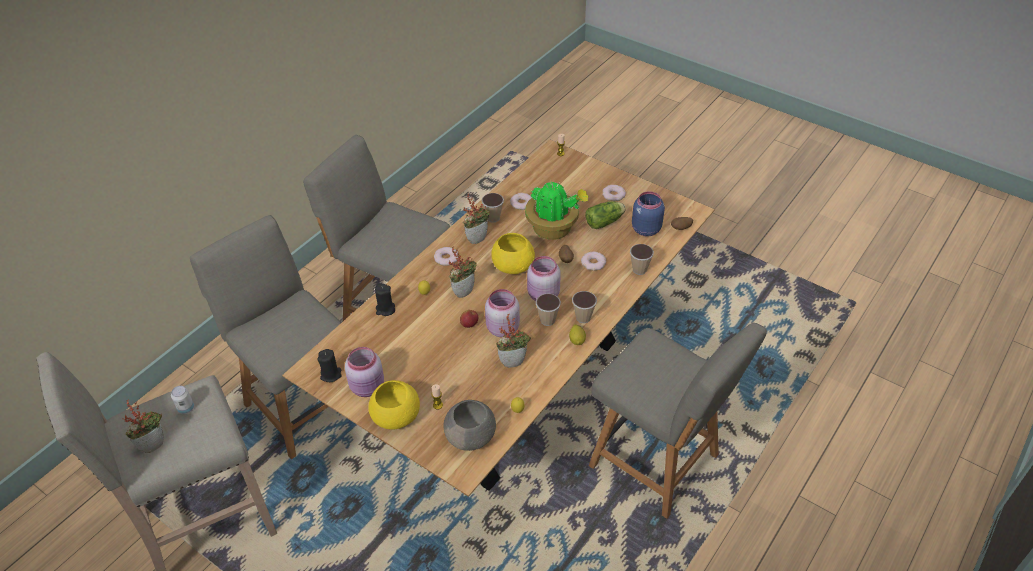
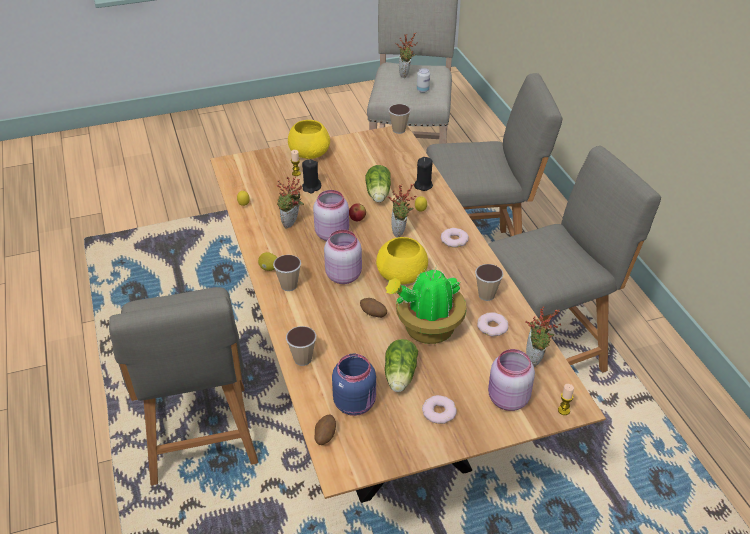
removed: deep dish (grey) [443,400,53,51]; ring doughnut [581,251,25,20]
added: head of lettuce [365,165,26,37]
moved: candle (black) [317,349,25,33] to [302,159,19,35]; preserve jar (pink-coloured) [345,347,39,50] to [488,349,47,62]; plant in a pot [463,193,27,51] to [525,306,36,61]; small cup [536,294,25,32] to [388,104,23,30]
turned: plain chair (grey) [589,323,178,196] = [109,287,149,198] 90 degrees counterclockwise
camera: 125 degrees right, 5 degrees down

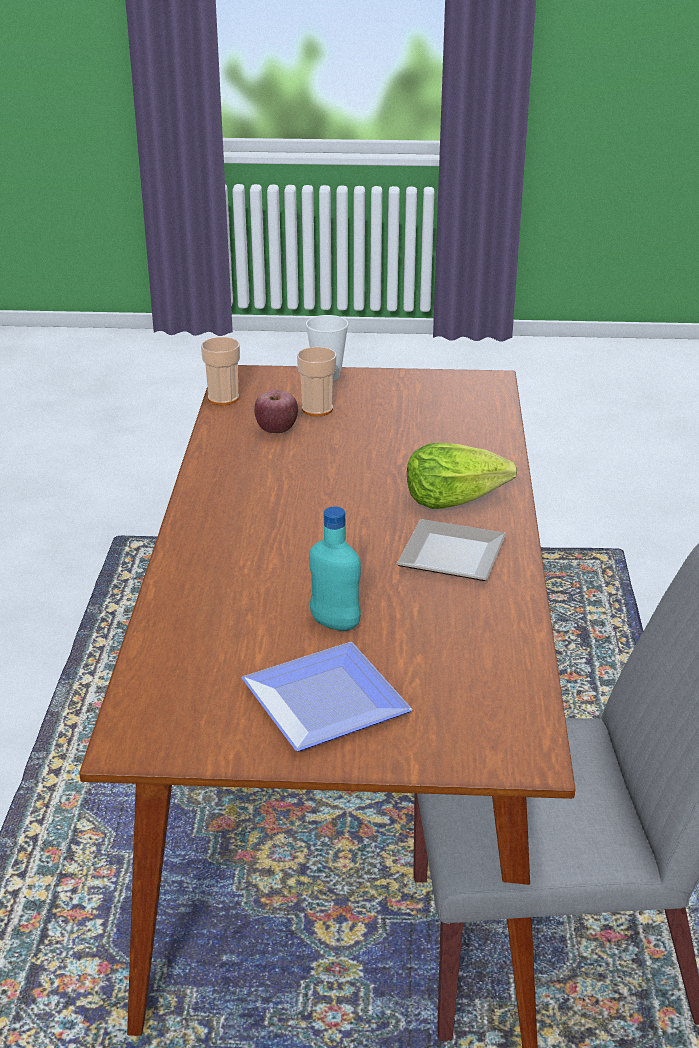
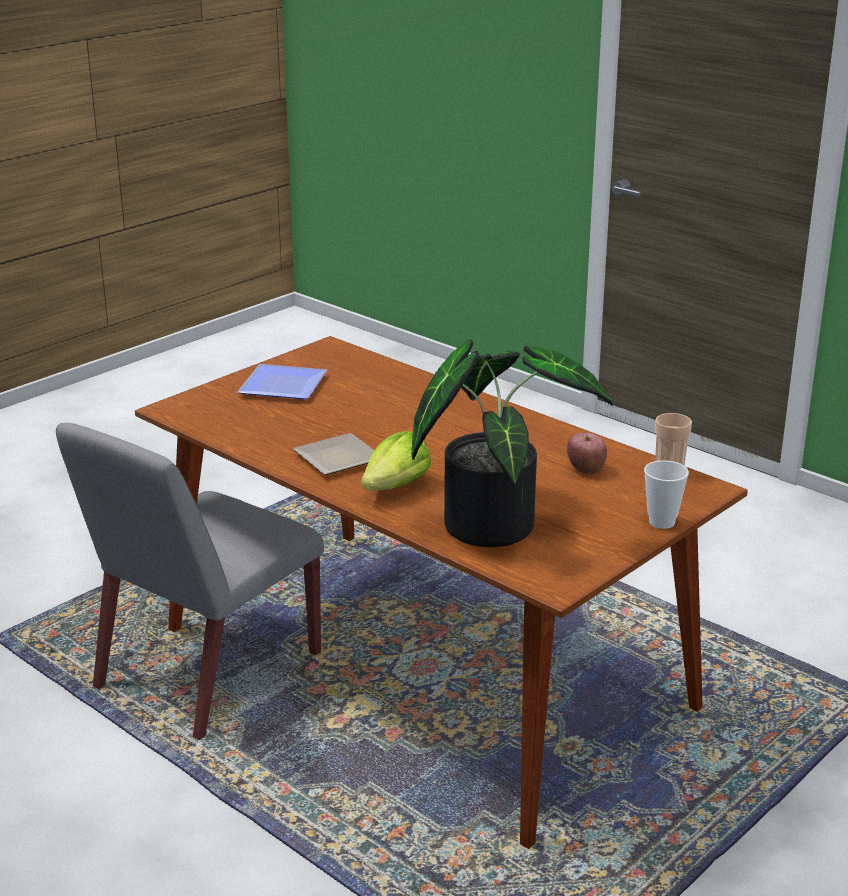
removed: small cup [297,347,40,69]; beverage bottle (blue-green) [309,507,52,124]
added: plant in a pot [412,339,201,208]
camera: 130 degrees right, 5 degrees down

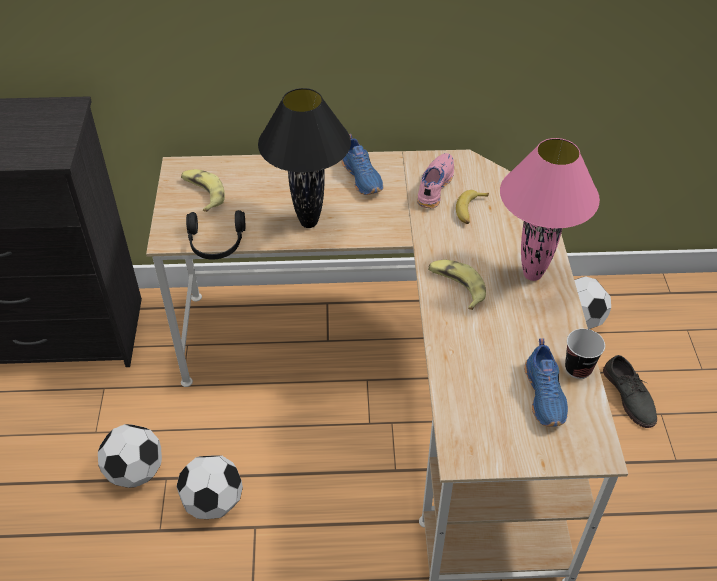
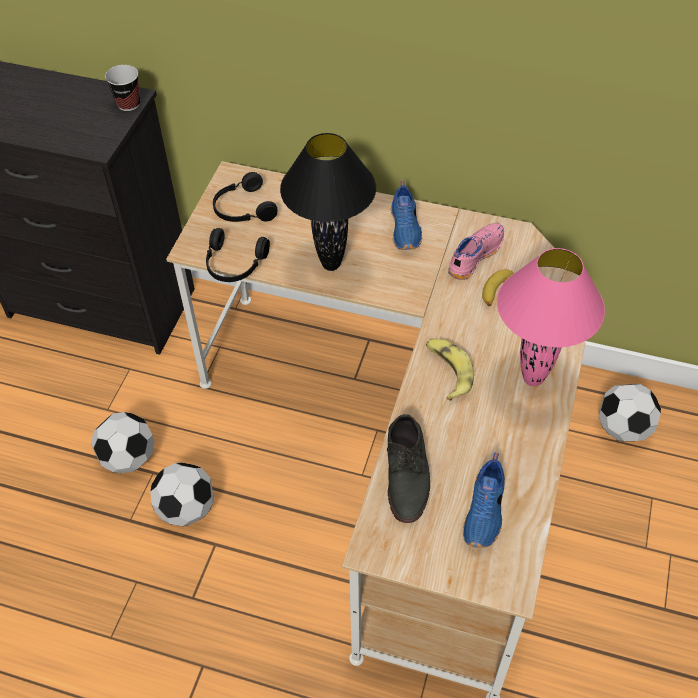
moved: small cup [565,329,40,50] to [105,65,35,46]; low shoe (grey) [603,355,54,73] to [387,414,43,109]
replaced: banana fruit [181,169,44,43] to pair of headphones (black) [213,172,65,50]
camera: 20 degrees right, 5 degrees up

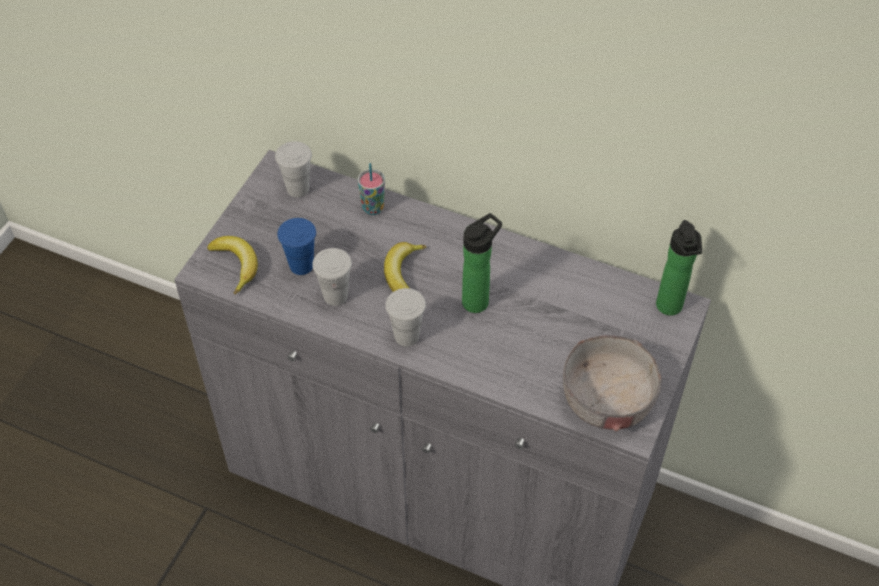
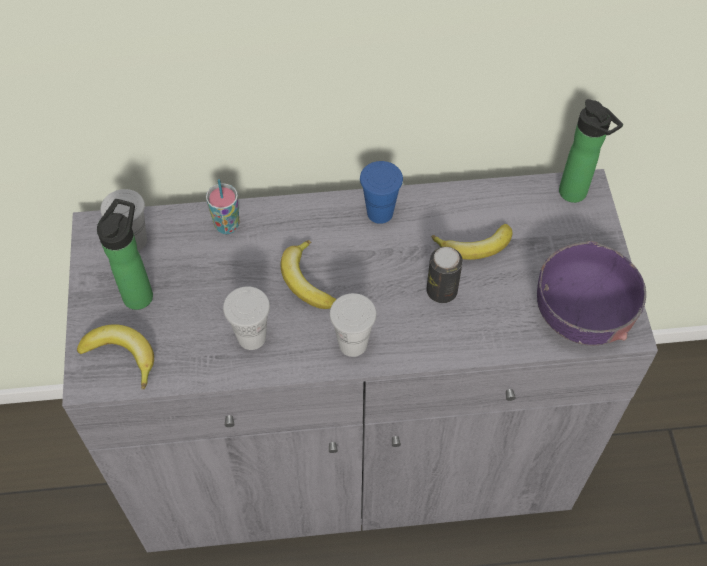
added: sealed can [427,247,36,56]; banana fruit [431,224,82,36]
moved: small cup (blue) [277,218,39,57] to [360,161,43,63]; beverage bottle [462,213,40,100] to [97,199,56,111]
recoloured: deep dish (grey) [563,335,99,96] to deep dish (purple-coloured) [537,241,109,104]
camera: 30 degrees left, 5 degrees up

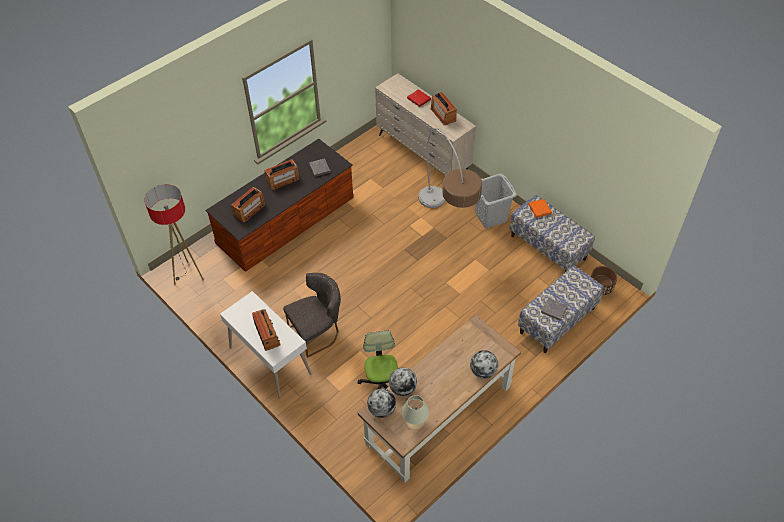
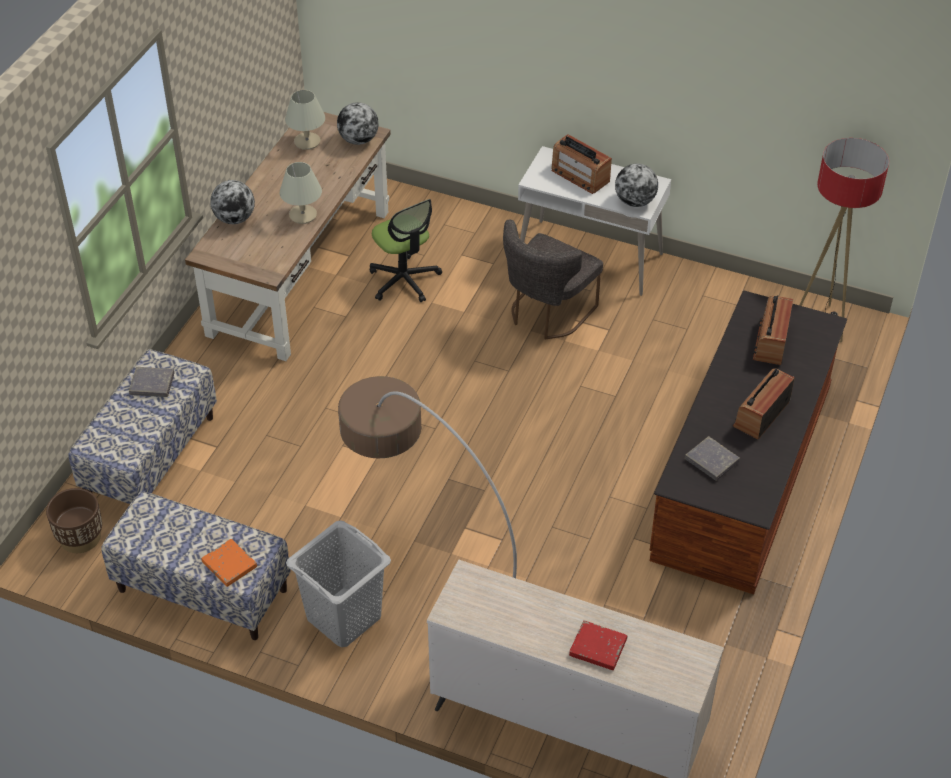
removed: radio receiver [430,92,27,33]
added: lamp for a table (sand-coloured) [279,162,43,62]
moved: desk globe [389,367,28,29] to [615,164,43,43]
camera: 155 degrees right, 5 degrees down

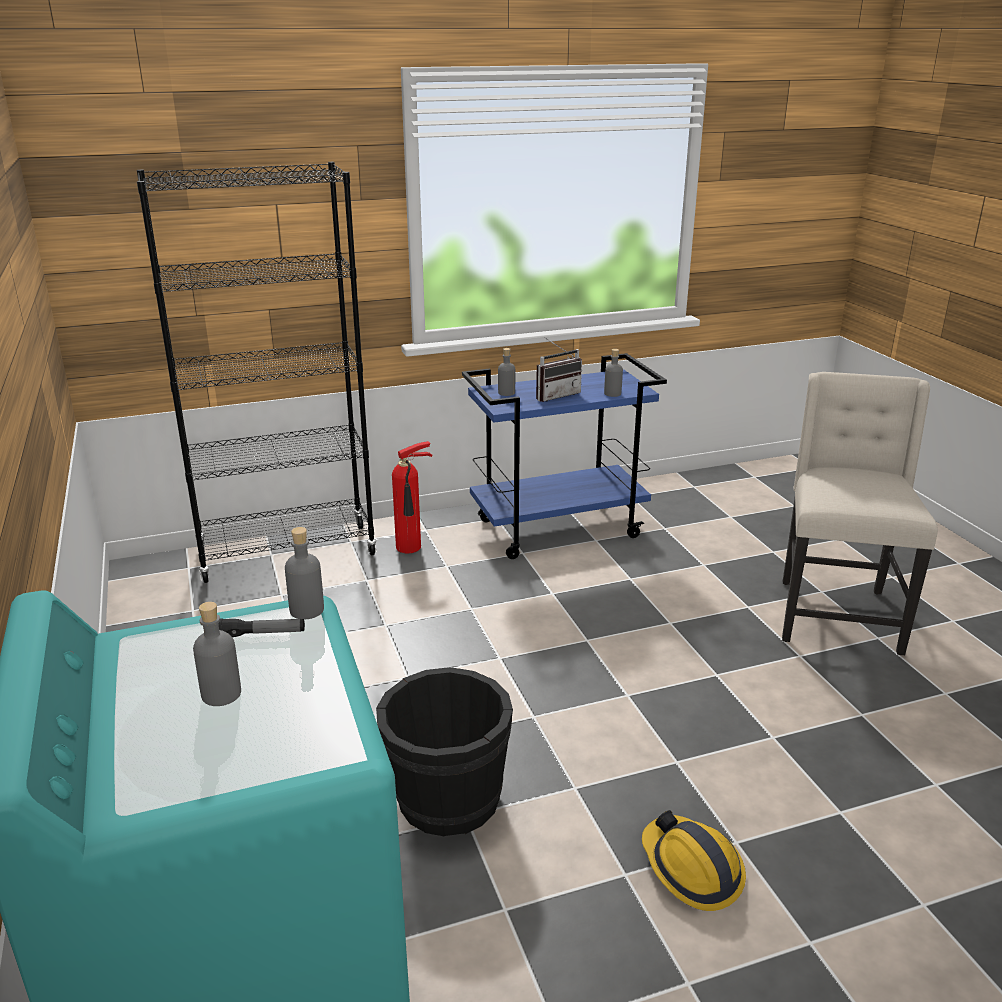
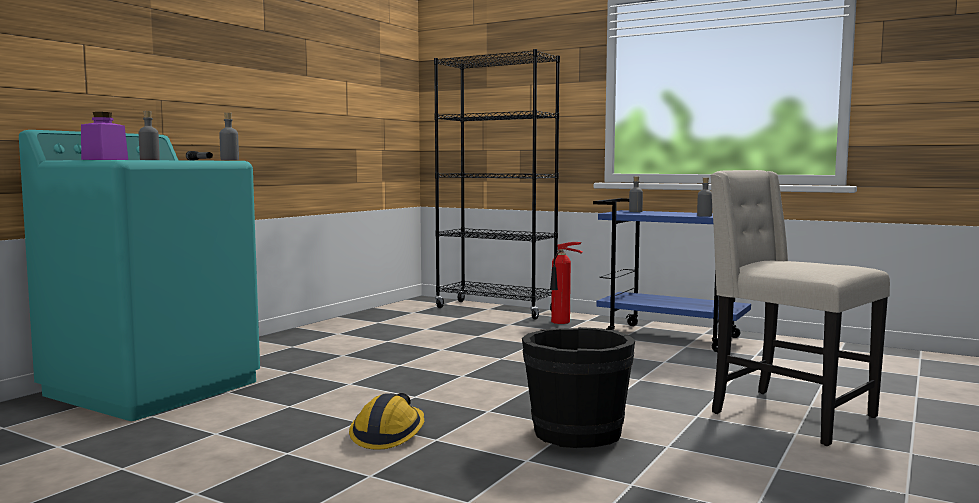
removed: radio receiver [536,337,46,65]
added: preserve jar (purple-coloured) [81,112,47,48]
moved: pail (black) [376,667,137,170] to [522,327,113,121]
turned: plain chair (sand-coloured) [782,372,156,283] = [710,170,180,276] 105 degrees counterclockwise
camera: 50 degrees right, 20 degrees down

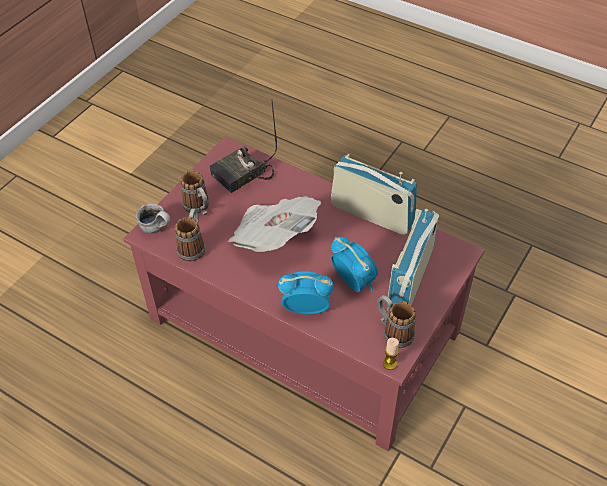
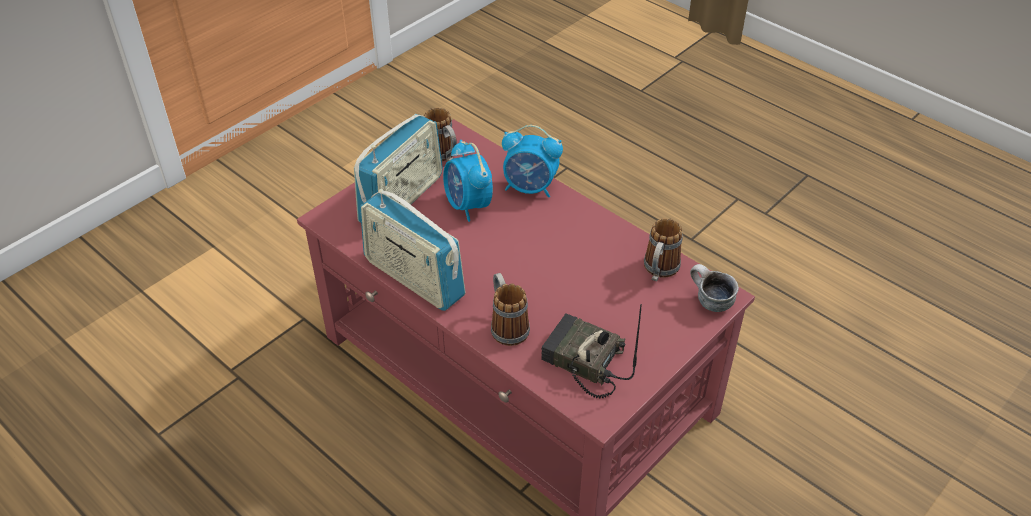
removed: newspaper [228,196,93,56]; candle [383,338,16,32]
moved: mug [181,171,28,45] to [491,273,39,73]
turned: radio receiver [210,101,67,92] = [541,304,101,95] 120 degrees counterclockwise
camera: 170 degrees left, 5 degrees down

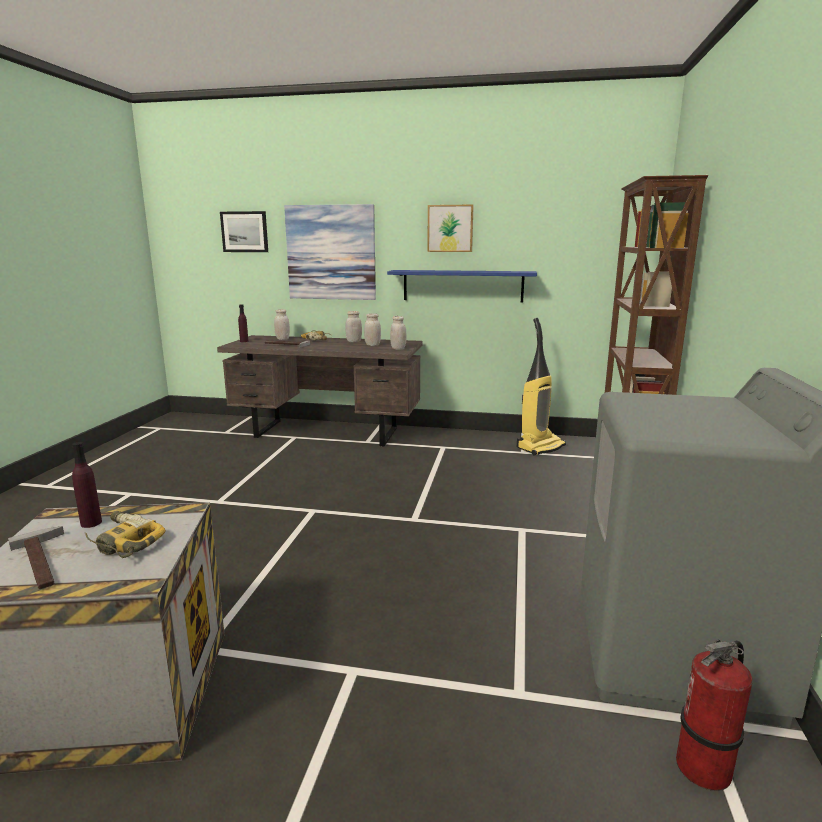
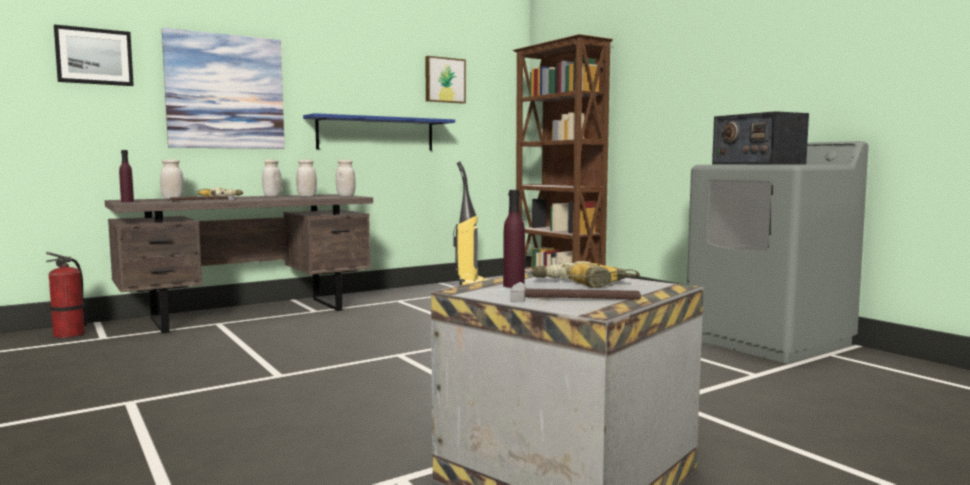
added: radio receiver [712,111,97,53]
moved: wall picture [427,205,47,47] to [425,56,41,48]; fire extinguisher [676,639,77,152] to [46,252,41,86]
camera: 45 degrees left, 10 degrees down

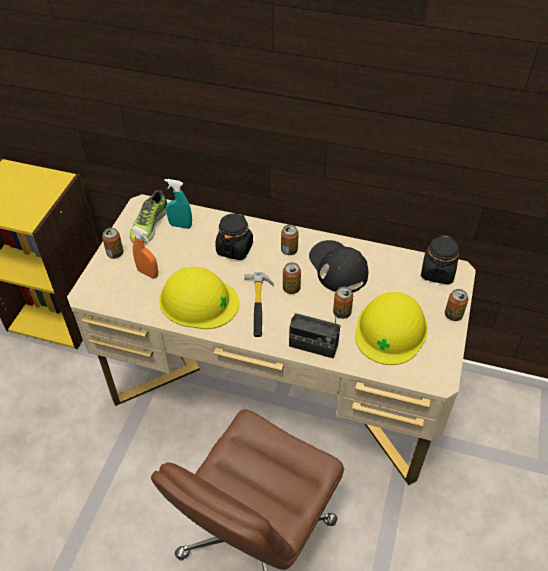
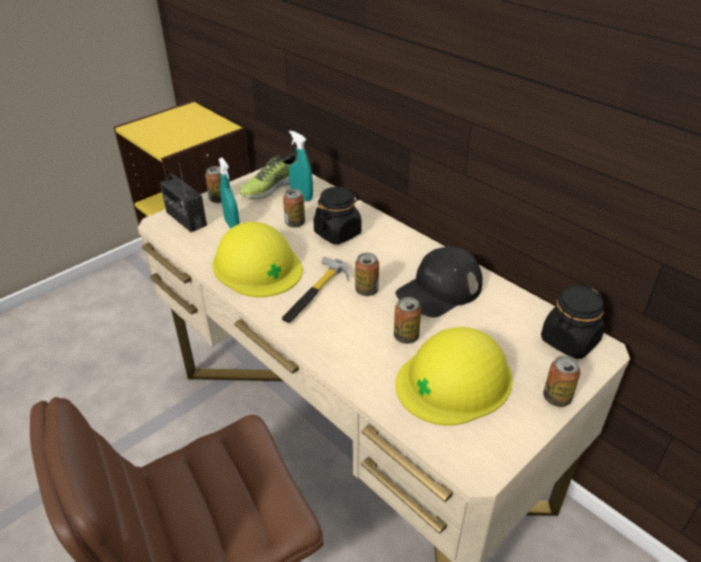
moved: sealed can [281,225,18,30] to [283,189,22,39]; radio receiver [289,311,51,48] to [160,163,47,69]
recoloured: hand sprayer (orange-coloured) [132,226,26,52] to hand sprayer (blue-green) [219,158,21,71]
turned: peaked cap (black) [309,240,59,52] = [395,246,88,72] 135 degrees counterclockwise
camera: 30 degrees right, 10 degrees down

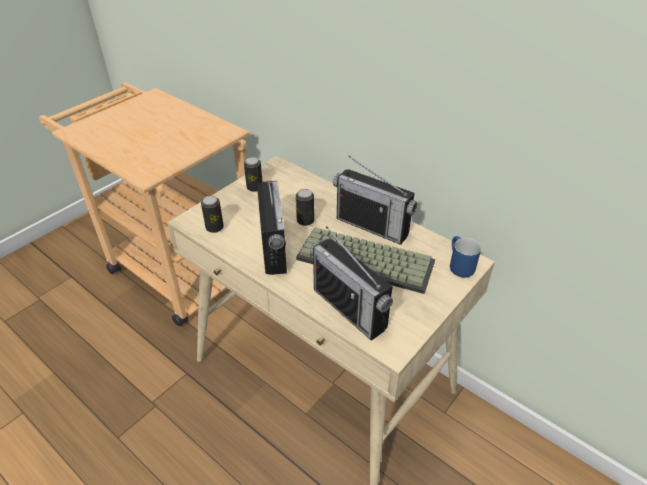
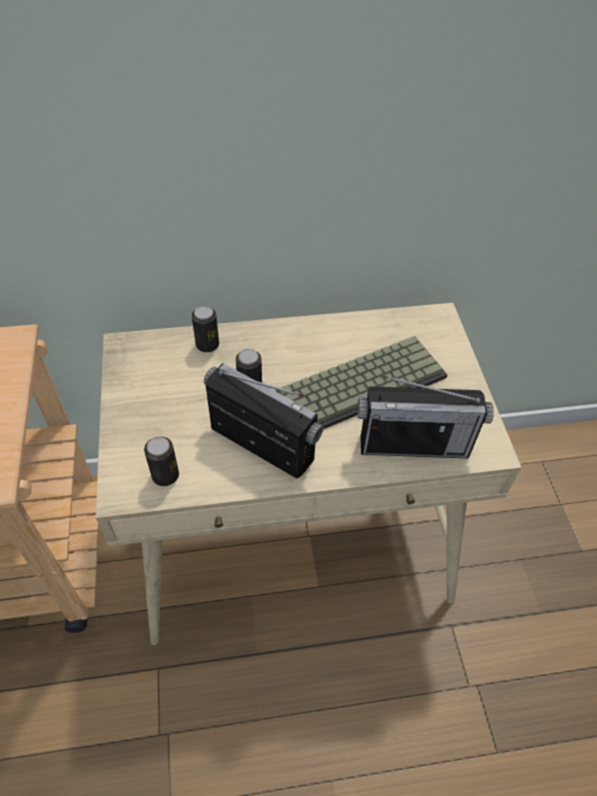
removed: radio receiver [333,156,85,89]; mug (blue) [450,236,31,42]
moved: sealed can [244,157,19,35] to [192,305,27,47]
camera: 50 degrees left, 10 degrees up

